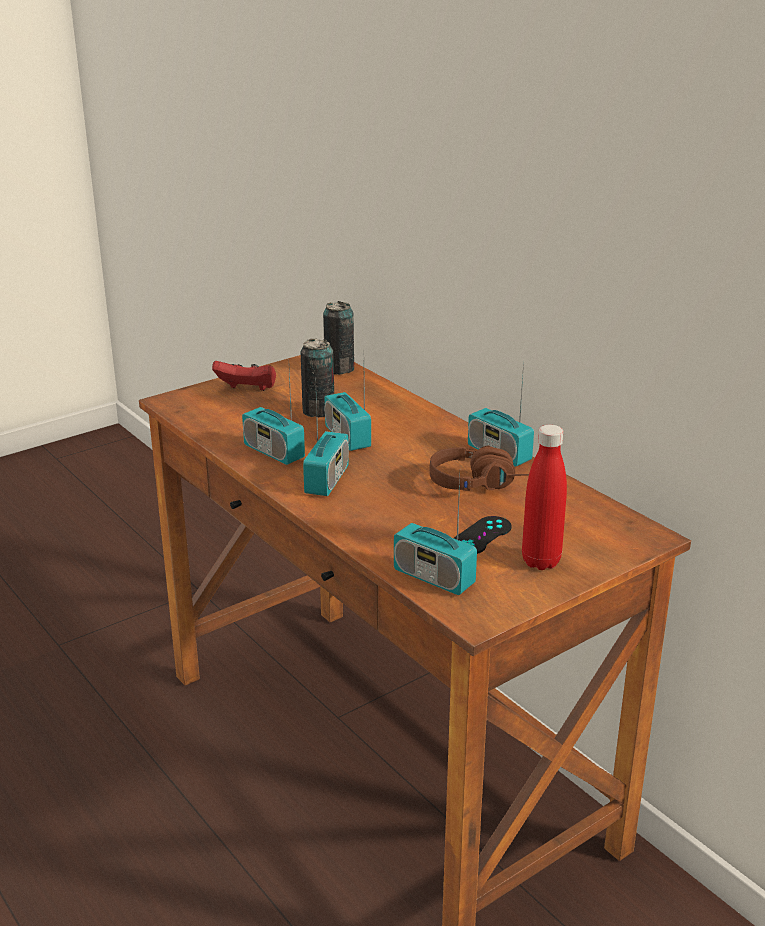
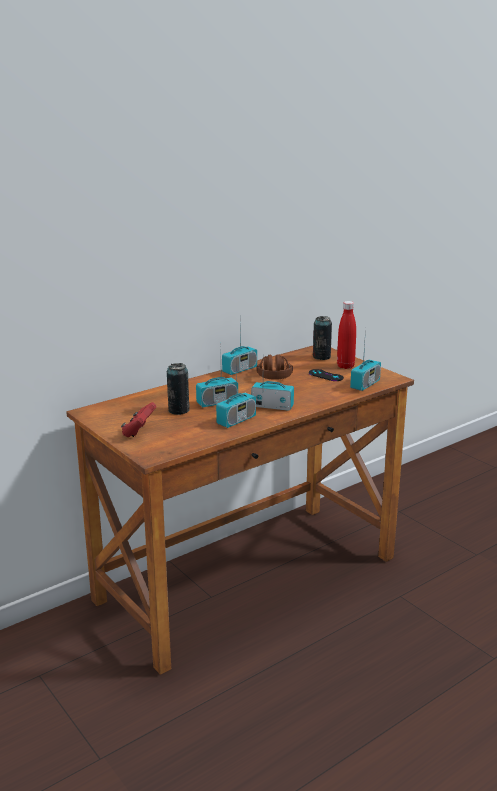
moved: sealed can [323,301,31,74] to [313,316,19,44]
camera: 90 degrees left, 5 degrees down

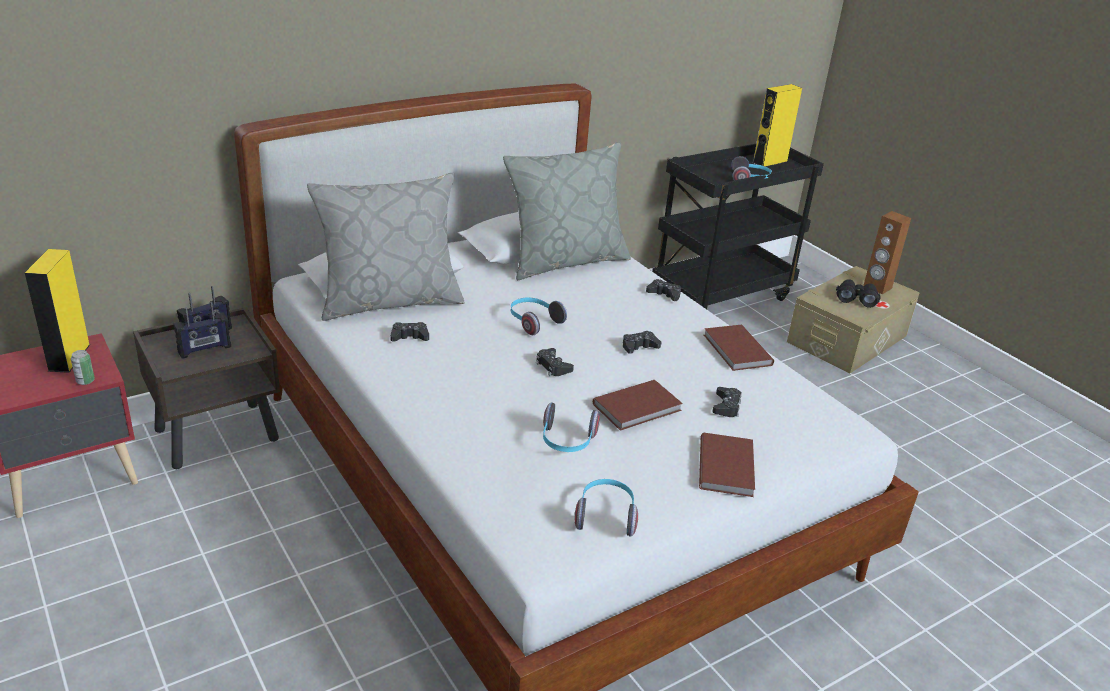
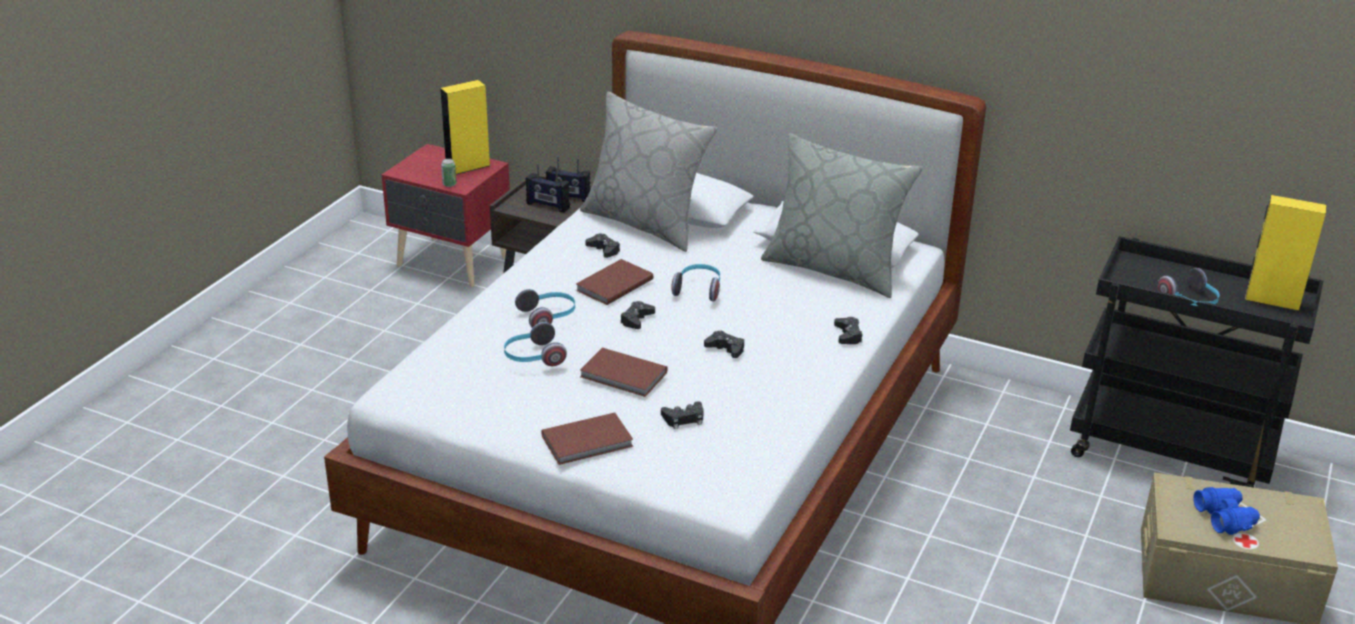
removed: audio speaker (brownish) [863,211,48,83]
moved: pair of headphones [575,479,63,57] to [515,289,60,39]; volume (brownish) [704,325,70,46] to [576,259,77,46]
recoloured: binoculars (black) [836,279,45,29] to binoculars (blue) [1193,487,67,48]
camera: 60 degrees right, 0 degrees up

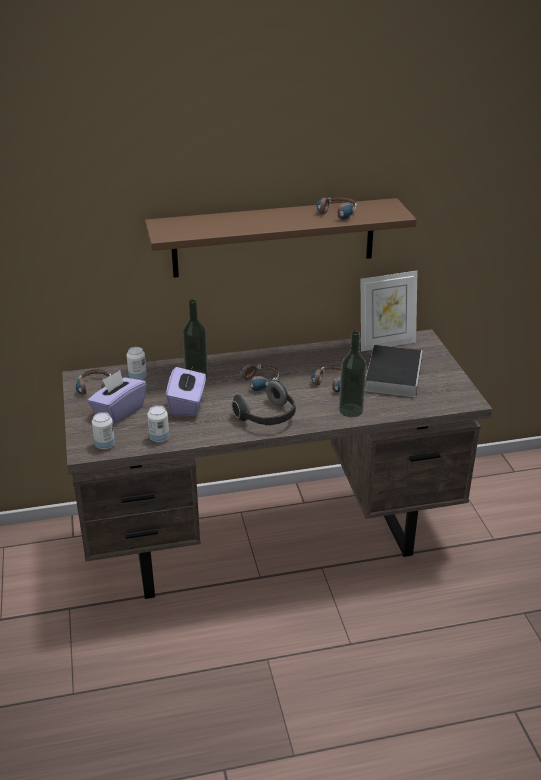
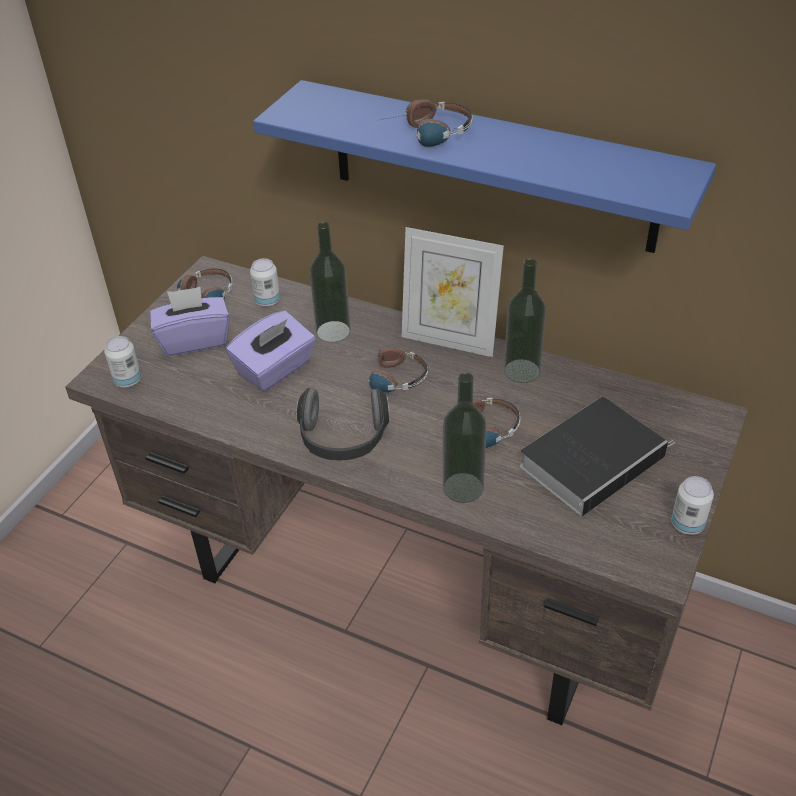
added: beverage bottle [504,259,42,124]
moved: sealed can [147,405,22,37] to [671,476,43,59]; pair of headphones [312,197,45,23] to [376,99,97,48]; photo frame [361,271,57,81] to [402,227,102,130]
recoloured: shelf (brownish) [145,198,272,80] to shelf (blue) [253,80,463,173]
camera: 40 degrees right, 10 degrees up

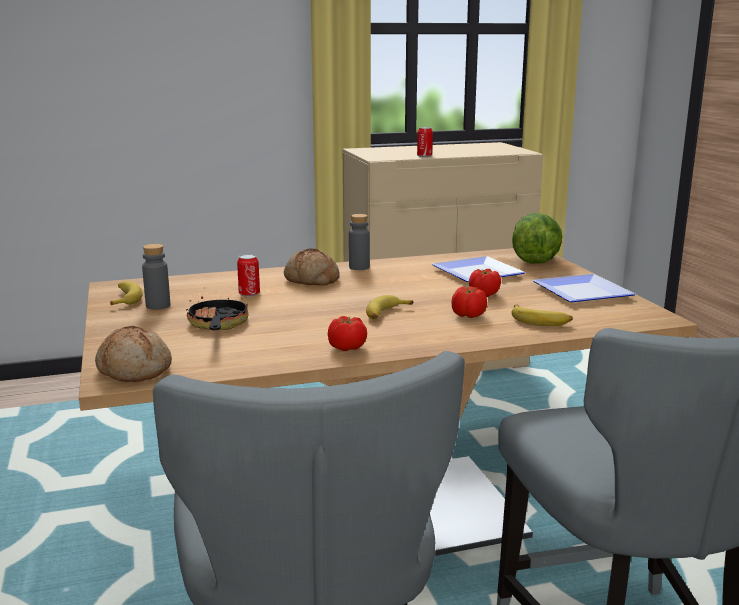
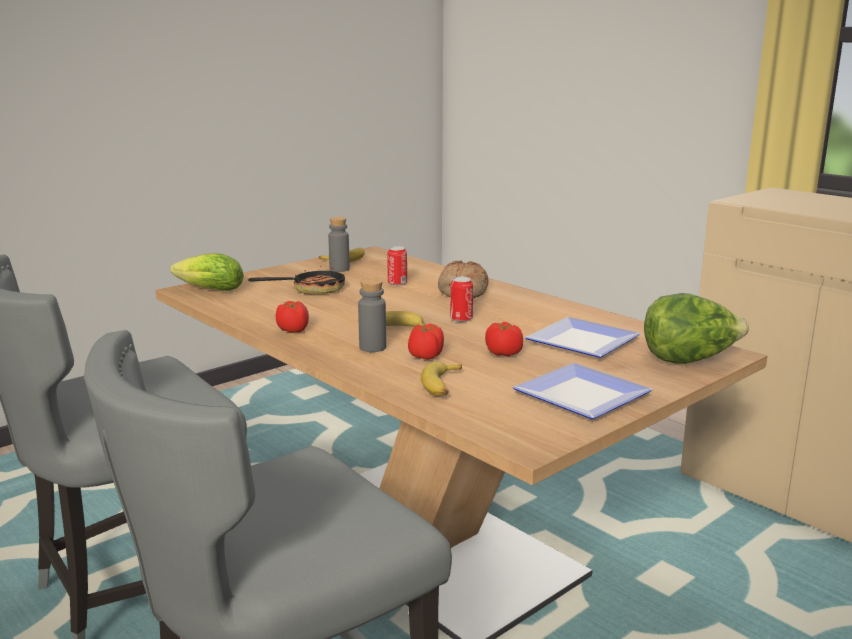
moved: beverage bottle (grey) [349,214,21,56] to [358,278,28,74]; sealed can [417,127,16,30] to [450,277,23,45]
replaced: bakery bread [95,326,77,56] to head of lettuce [170,253,74,38]
camera: 65 degrees right, 0 degrees up

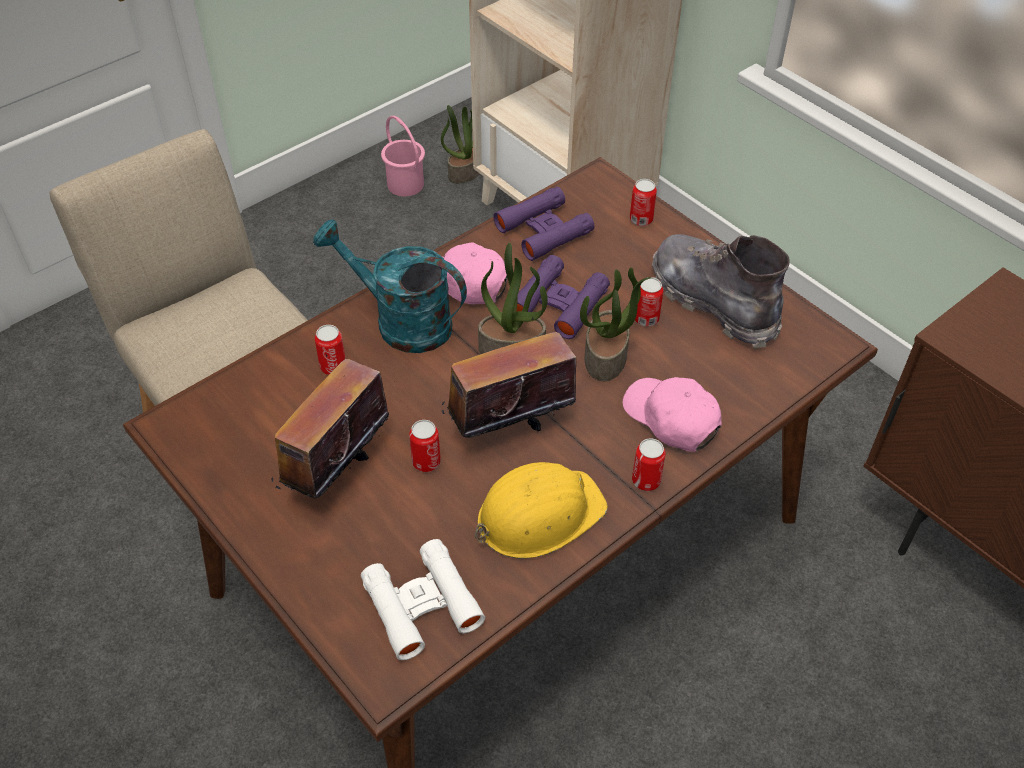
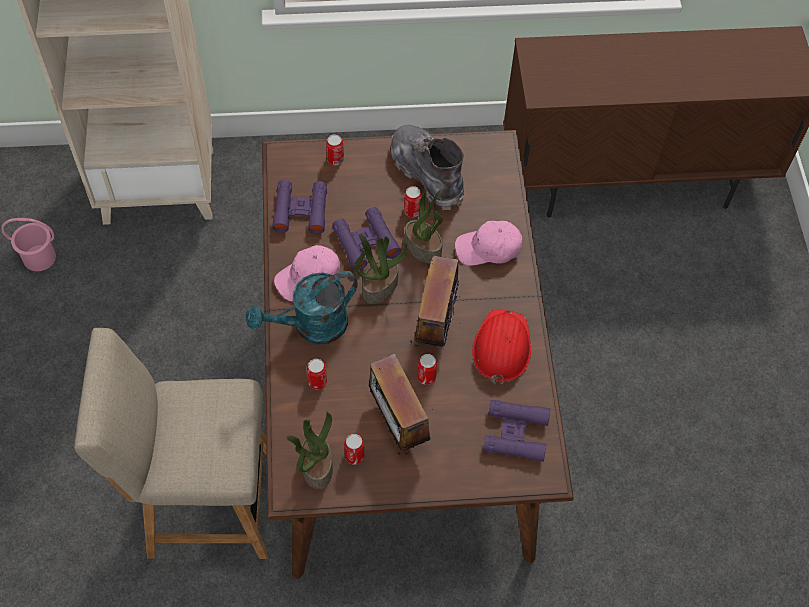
moved: plant in a pot [441,105,39,78] to [286,411,47,78]; sealed can [632,438,34,53] to [344,434,20,31]
recoloured: binoculars (white) [361,539,124,121] to binoculars (purple-coloured) [483,400,67,62]; safety helmet (yellow-coloured) [475,462,133,97] to safety helmet (red) [472,309,59,76]
turned: boot (grey) [652,234,137,115] = [391,125,73,85] 60 degrees clockwise
camera: 55 degrees left, 10 degrees up

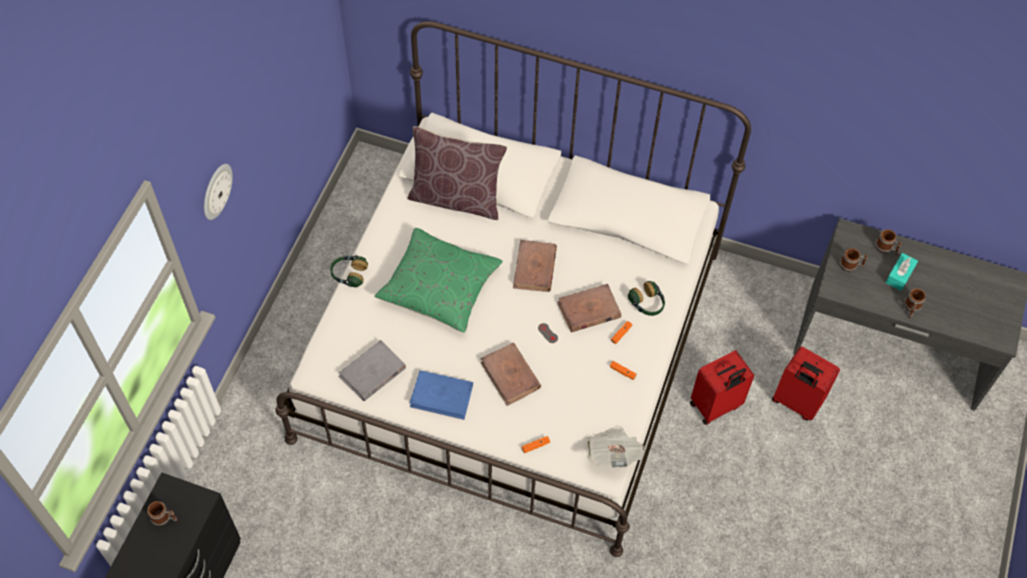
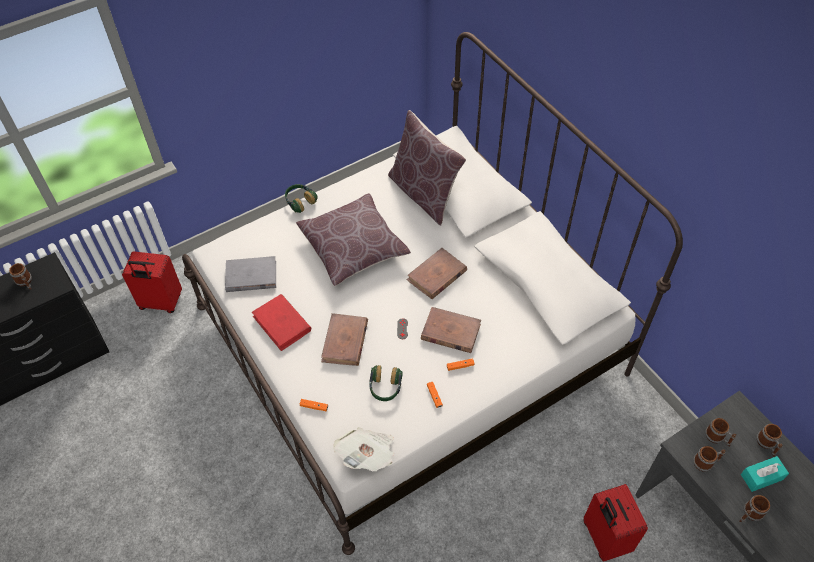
removed: wall clock [204,164,29,56]
added: mug [693,446,32,26]
moved: pair of headphones [628,281,37,35] to [370,365,33,36]; travel case (red) [690,350,65,75] to [122,251,60,62]
recoloured: pillow (green-coloured) [374,228,129,105] to pillow (brownish) [296,193,115,93]; volume (blue) [410,370,63,50] to volume (red) [252,294,59,57]
camera: 40 degrees right, 5 degrees down

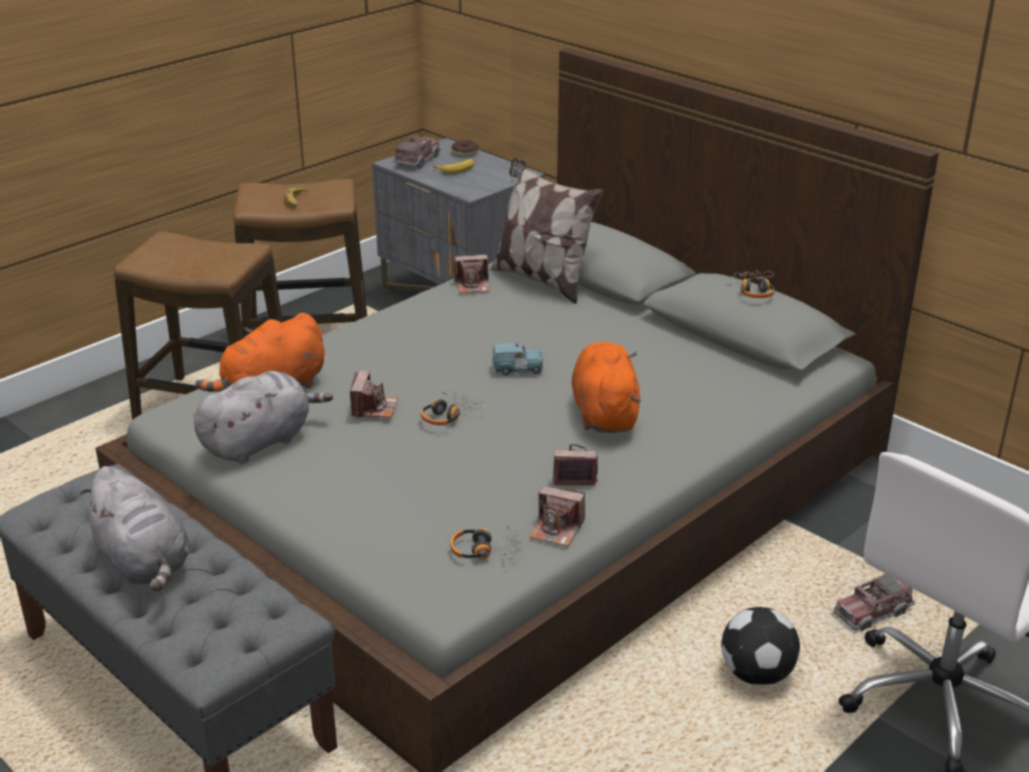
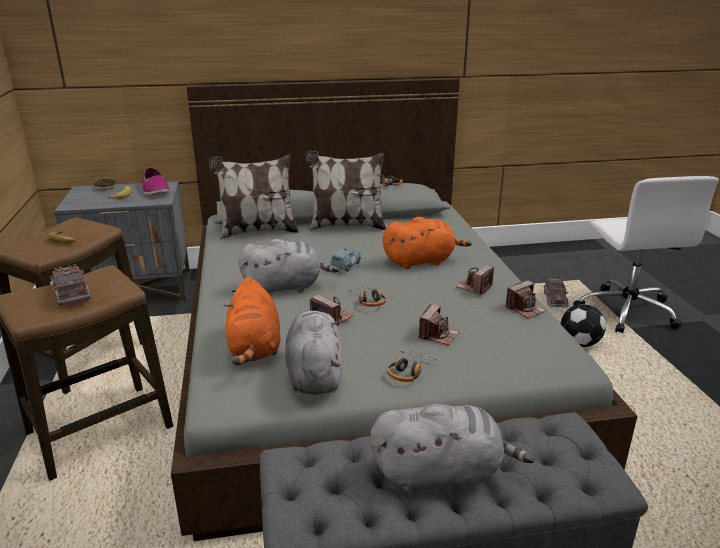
added: low shoe [142,168,28,27]; cuddly toy (grey) [239,239,100,54]; pillow [305,150,81,81]
moved: toy truck [393,135,48,34] to [50,264,41,41]; pair of headphones [450,525,73,38] to [387,350,54,32]; still camera [454,254,36,39] to [419,304,40,41]
turned: cuddly toy (orange-coloured) [571,341,70,92] = [383,217,89,52] 135 degrees clockwise
camera: 55 degrees left, 5 degrees down

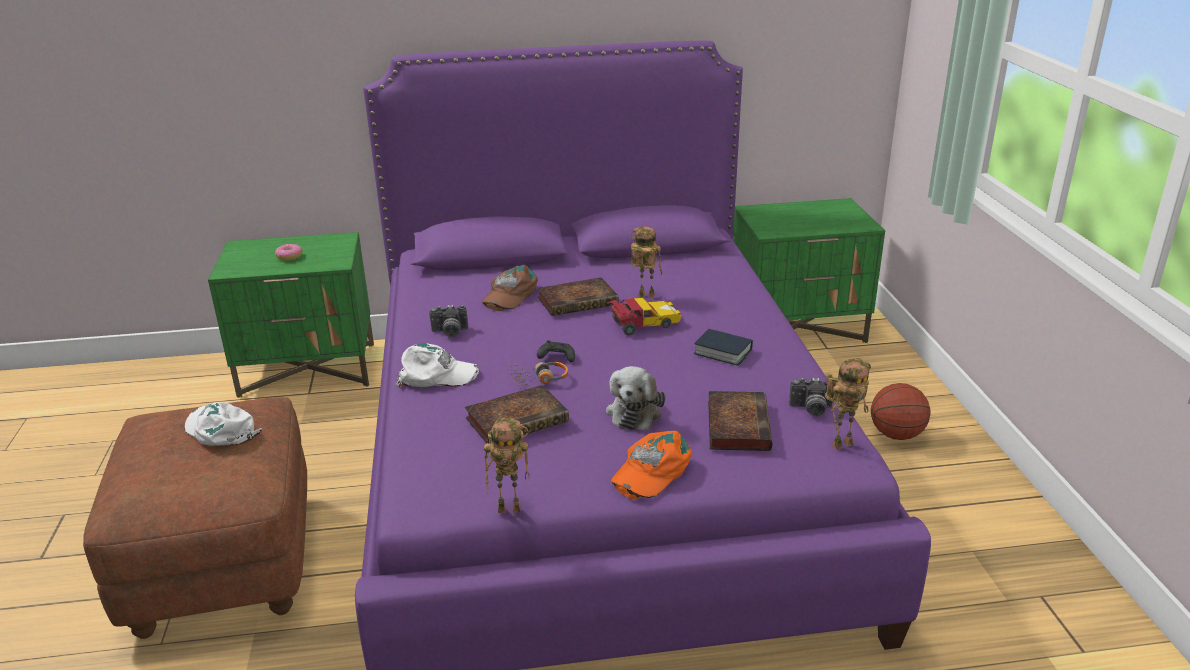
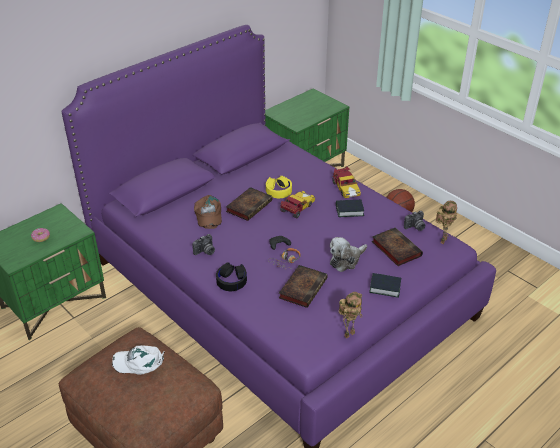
added: miniature car [332,166,29,32]
replaced: peaked cap (white) [396,343,83,45] to pair of headphones (black) [216,263,31,28]; peaked cap (orange-coloured) [611,431,81,68] to volume [369,273,32,25]; robot figure [631,226,31,72] to pair of headphones (yellow-coloured) [266,176,26,22]
turned: cuddly toy [606,366,59,65] = [330,237,37,35] 75 degrees clockwise
camera: 35 degrees left, 10 degrees up

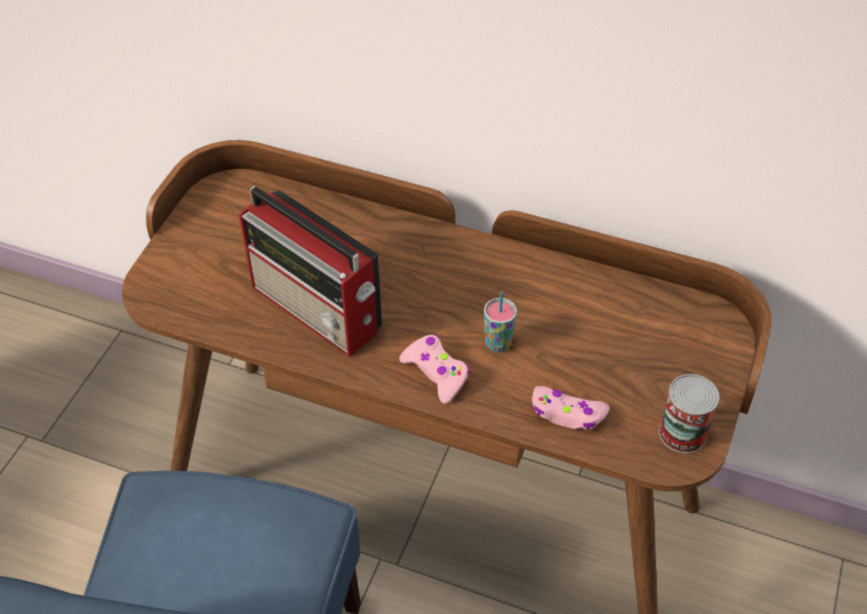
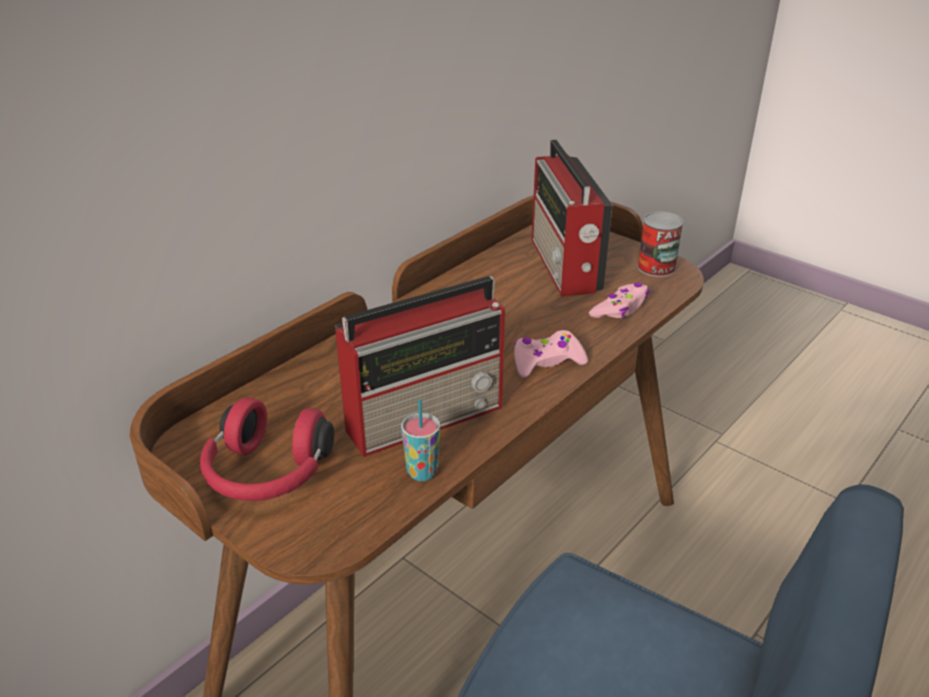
added: pair of headphones (red) [200,397,134,104]; radio receiver [531,139,82,158]
moved: small cup [484,291,33,61] to [401,399,39,82]
camera: 70 degrees left, 15 degrees down

